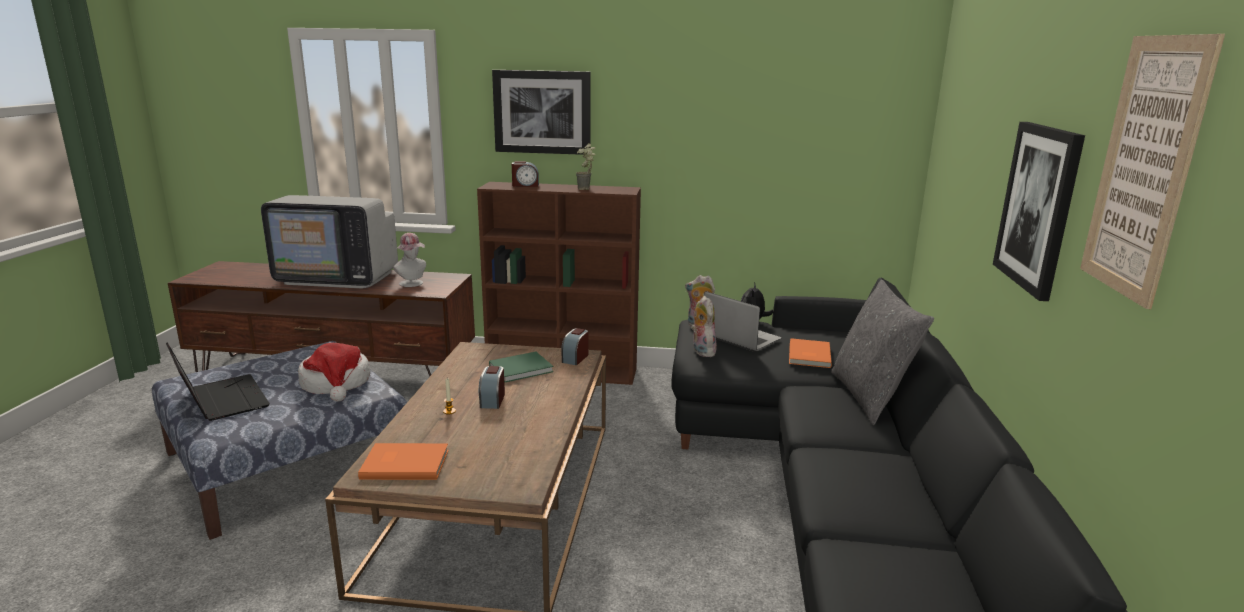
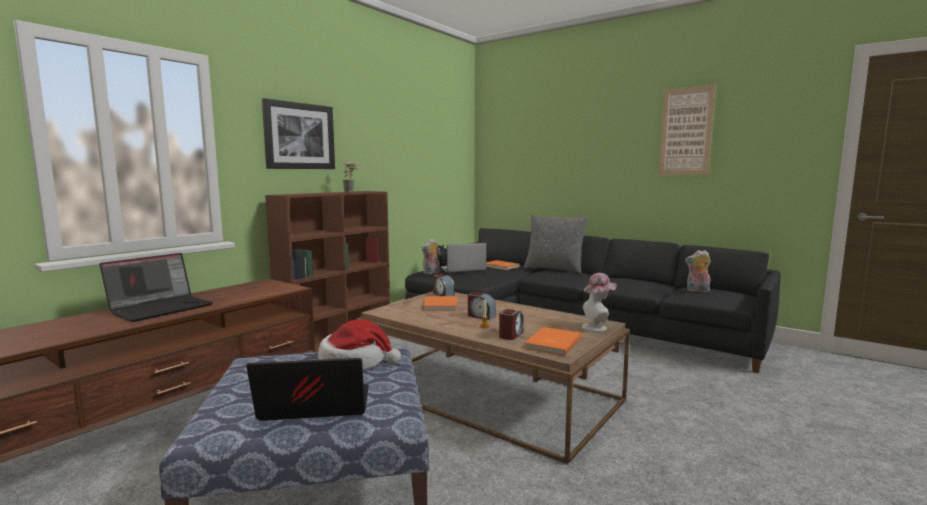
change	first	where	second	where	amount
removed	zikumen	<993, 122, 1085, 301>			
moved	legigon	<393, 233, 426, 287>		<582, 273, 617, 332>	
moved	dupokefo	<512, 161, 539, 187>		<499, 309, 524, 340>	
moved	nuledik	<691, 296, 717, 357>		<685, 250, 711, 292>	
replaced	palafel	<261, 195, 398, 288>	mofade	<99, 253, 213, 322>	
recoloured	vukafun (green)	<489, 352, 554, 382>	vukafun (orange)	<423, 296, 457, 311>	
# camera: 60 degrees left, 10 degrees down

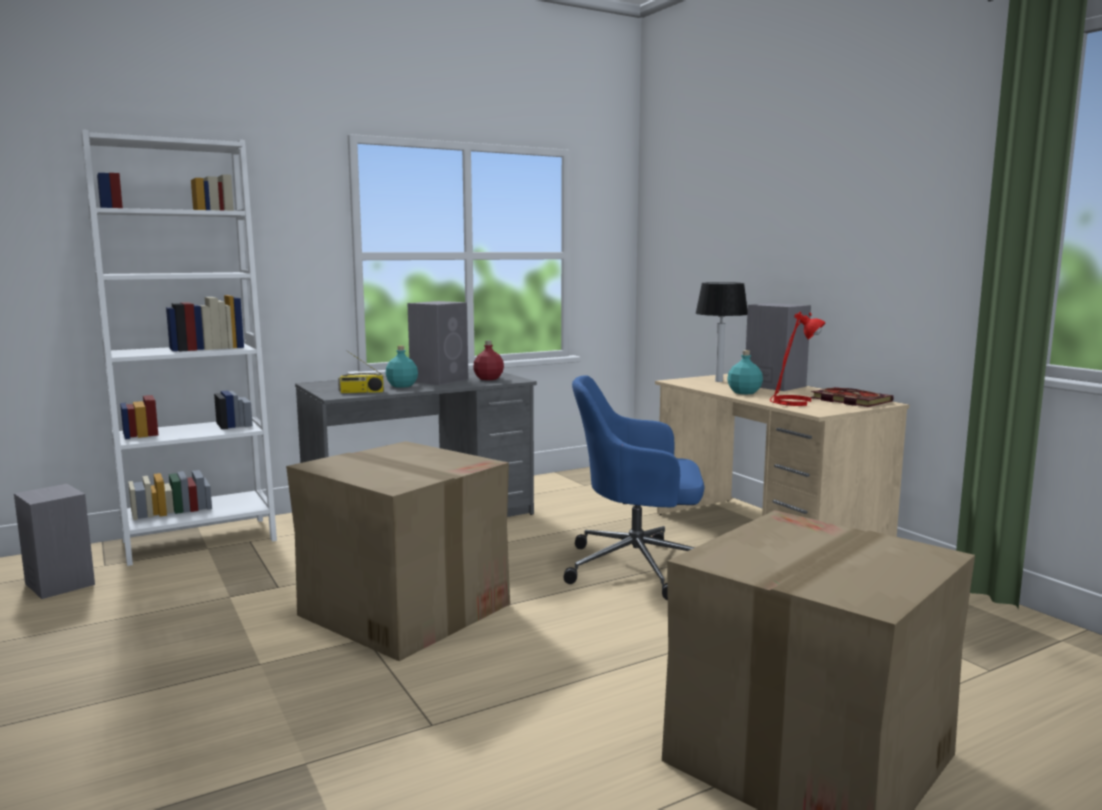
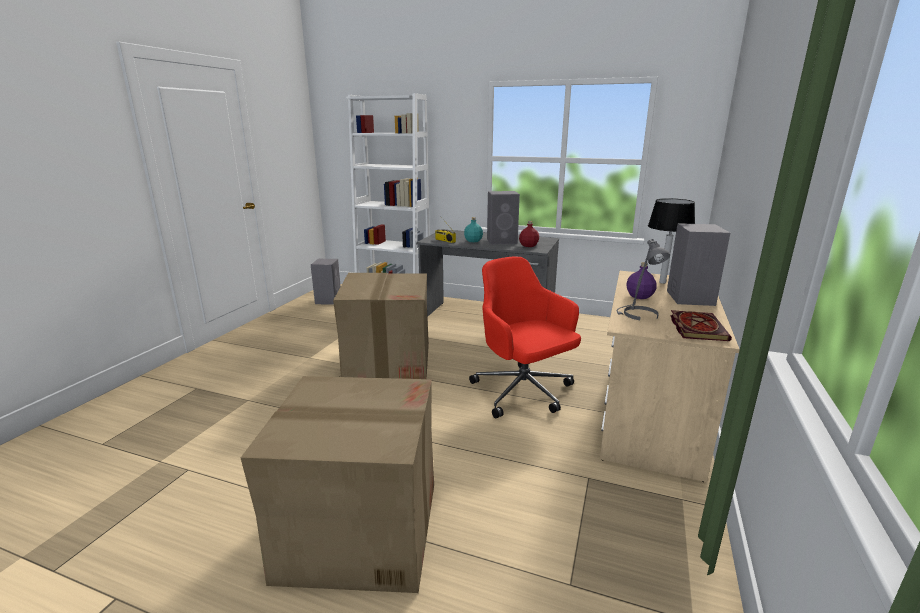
change	first	where	second	where	amount
recoloured	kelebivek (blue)	<563, 375, 705, 600>	kelebivek (red)	<469, 257, 581, 418>	
recoloured	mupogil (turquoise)	<727, 350, 763, 394>	mupogil (purple)	<626, 262, 657, 299>	
recoloured	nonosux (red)	<770, 312, 826, 406>	nonosux (grey)	<616, 239, 670, 320>	
# camera: 50 degrees right, 10 degrees up

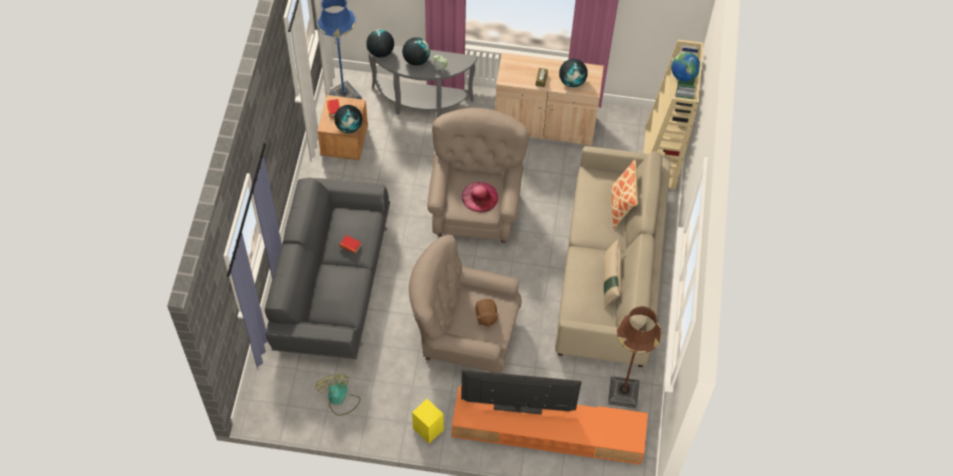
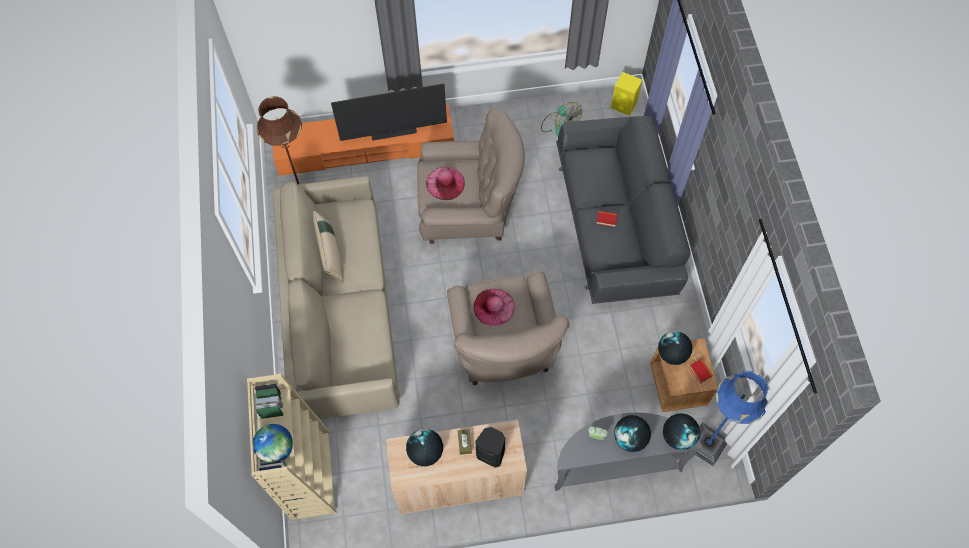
change	first	where	second	where	amount
removed	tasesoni	<611, 159, 638, 228>			
added			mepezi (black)	<476, 427, 505, 468>	
moved	mepezi (yellow)	<412, 399, 444, 443>		<611, 72, 642, 116>	
replaced	nuledik (brown)	<475, 299, 499, 327>	legigon (pink)	<426, 167, 465, 200>	
# camera: 165 degrees right, 5 degrees up

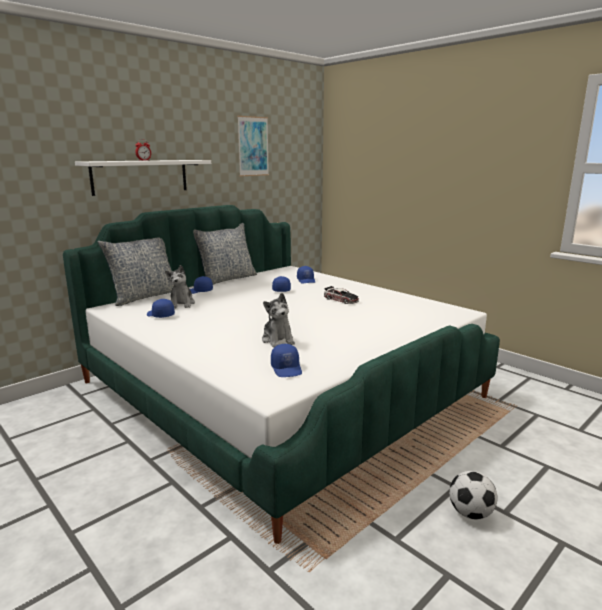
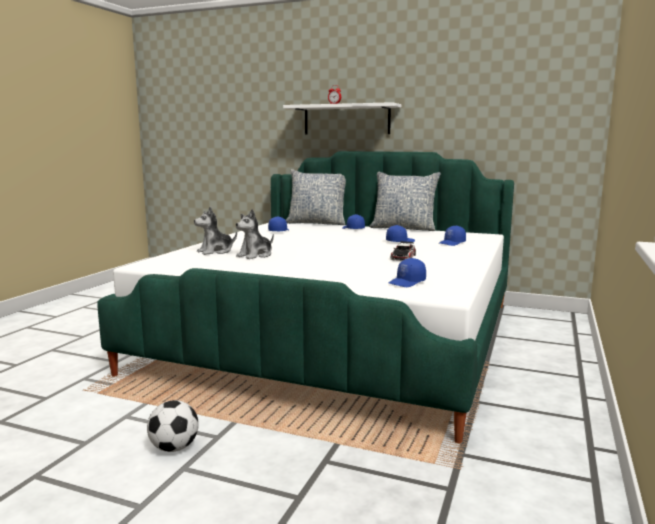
change	first	where	second	where	amount
removed	zikumen	<237, 116, 269, 176>			
moved	nuledik	<165, 265, 195, 308>		<194, 207, 237, 255>	
moved	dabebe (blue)	<271, 344, 302, 377>		<389, 258, 426, 287>	
# camera: 65 degrees right, 5 degrees down

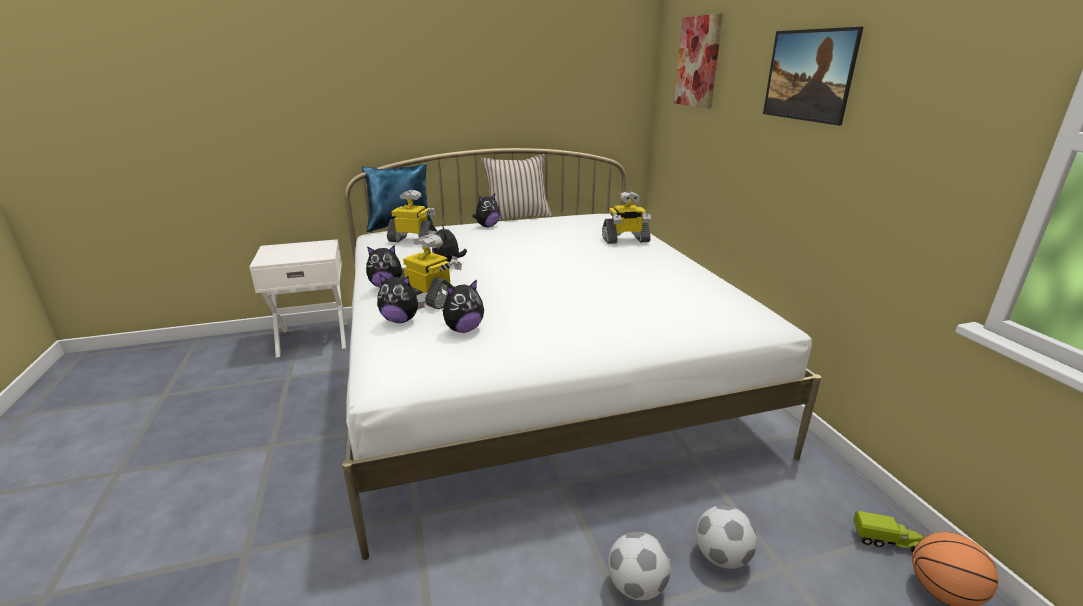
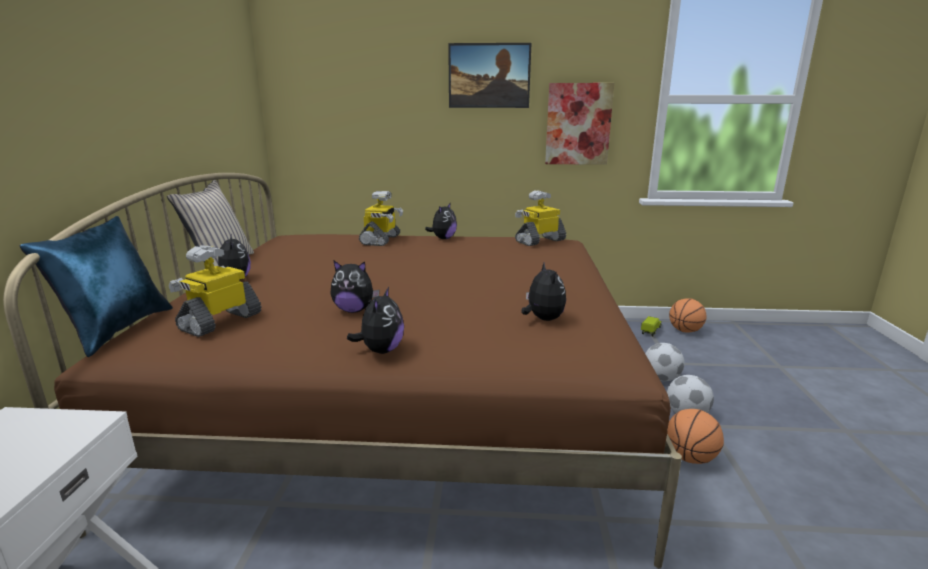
change	first	where	second	where	amount
added			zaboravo	<667, 409, 724, 464>	
moved	nuledik	<377, 274, 425, 323>		<425, 202, 457, 239>	
moved	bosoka	<400, 234, 462, 309>		<515, 190, 566, 246>	
moved	zikumen	<674, 13, 723, 109>		<545, 83, 614, 165>	
recoloured	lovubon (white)	<342, 148, 821, 560>	lovubon (brown)	<3, 173, 682, 568>	
# camera: 70 degrees left, 5 degrees down

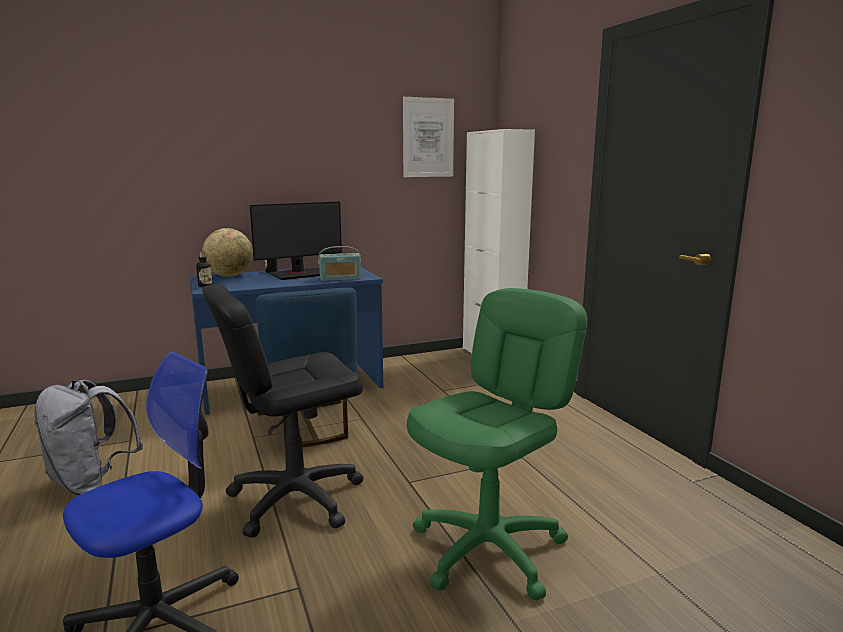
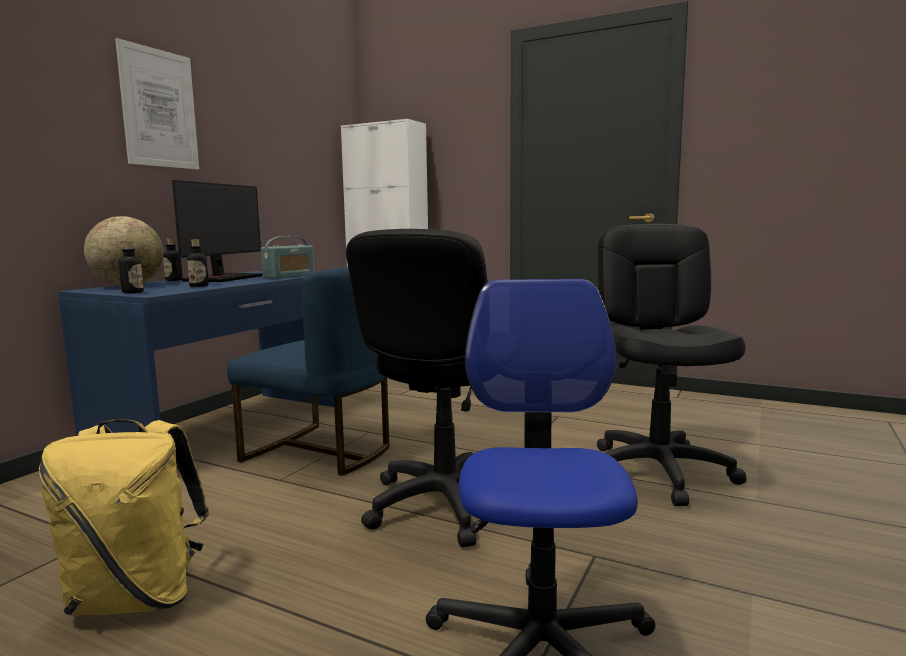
change	first	where	second	where	amount
added			mupogil	<187, 239, 209, 287>	
moved	zikumen	<403, 97, 454, 177>		<115, 38, 199, 170>	
recoloured	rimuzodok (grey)	<35, 380, 143, 495>	rimuzodok (yellow)	<39, 419, 210, 616>	
recoloured	kelebivek (green)	<407, 288, 588, 601>	kelebivek (black)	<597, 224, 747, 506>	
# camera: 40 degrees left, 5 degrees down

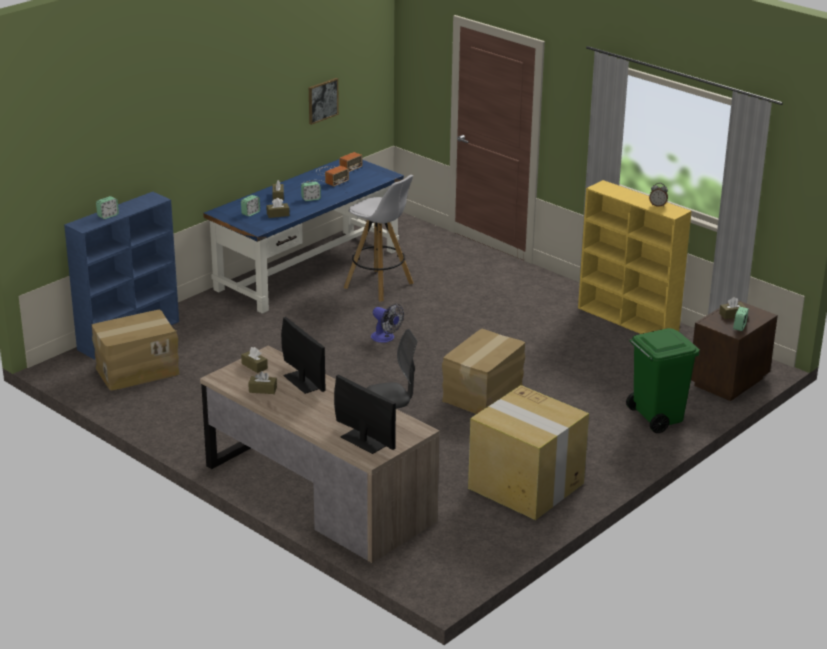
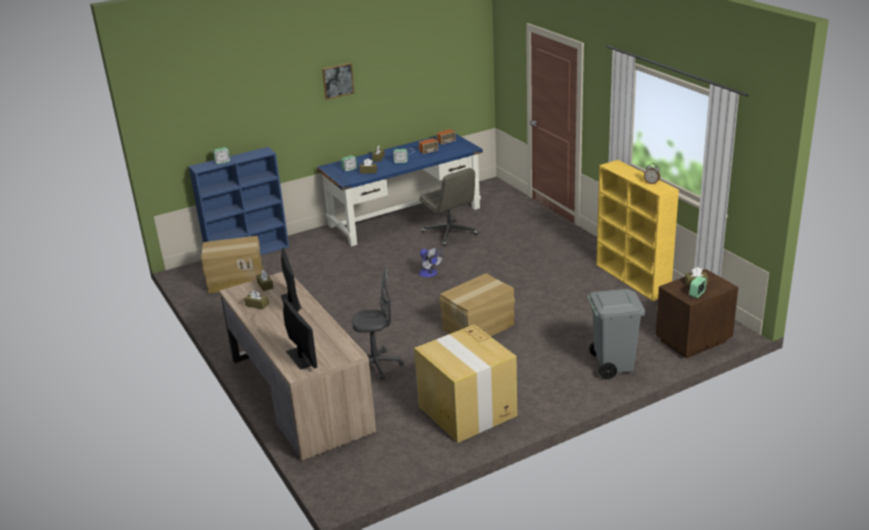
change	first	where	second	where	amount
moved	zikumen	<309, 78, 339, 125>		<322, 63, 355, 100>	
replaced	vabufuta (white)	<344, 175, 413, 302>	kelebivek (grey)	<419, 168, 478, 246>	
recoloured	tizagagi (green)	<626, 328, 700, 433>	tizagagi (grey)	<587, 289, 645, 379>	
# camera: 20 degrees right, 0 degrees up

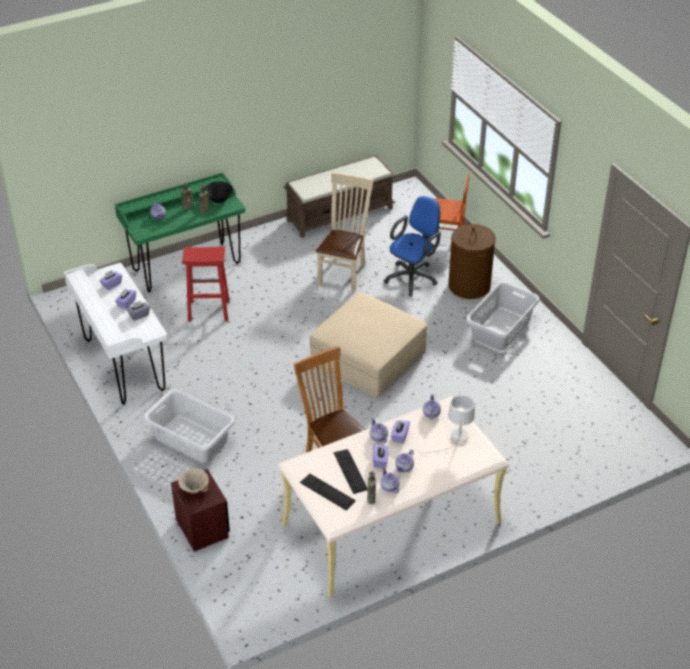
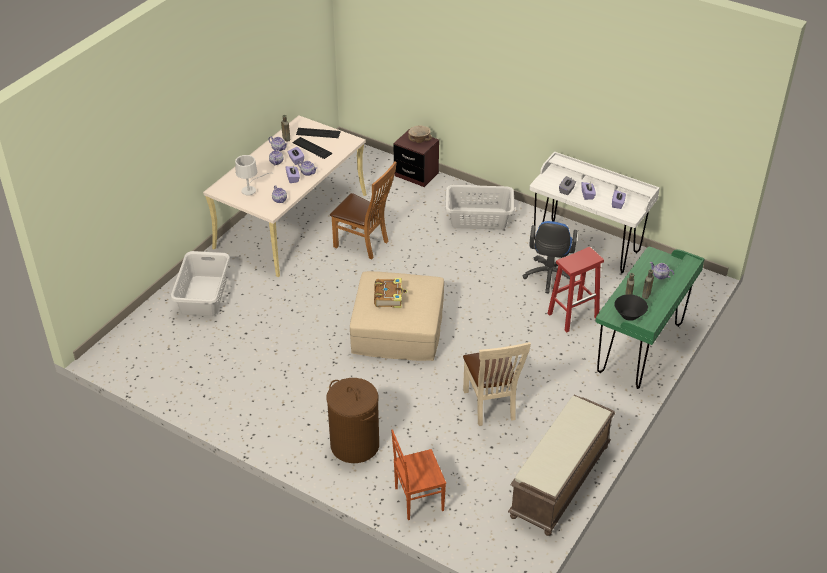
change	first	where	second	where	amount
added			vukafun	<374, 278, 408, 308>	
moved	kelebivek (blue)	<384, 196, 441, 296>		<523, 221, 577, 294>	
moved	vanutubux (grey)	<466, 282, 540, 351>		<171, 251, 230, 316>	
# camera: 150 degrees right, 0 degrees up

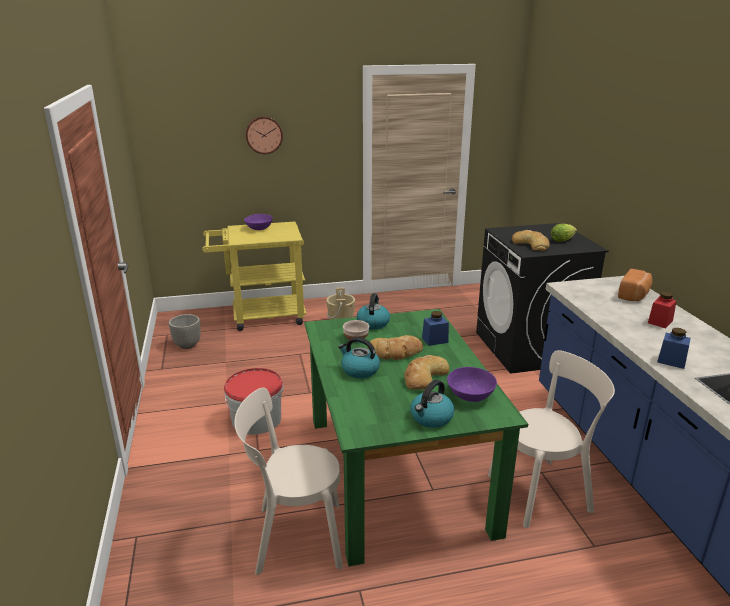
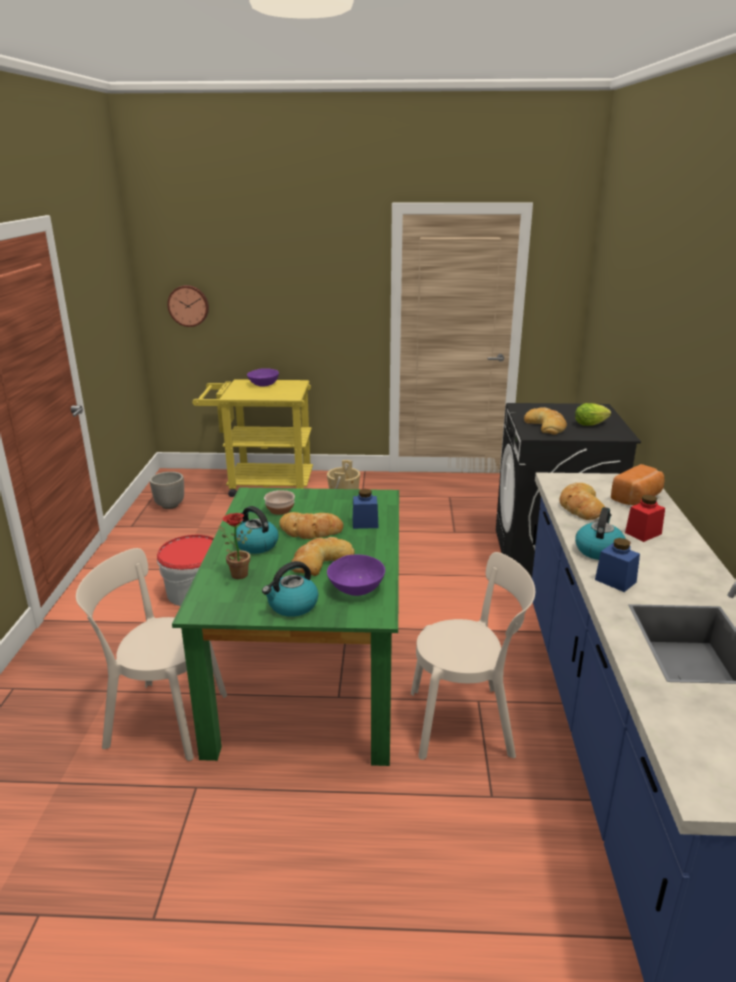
change	first	where	second	where	amount
added			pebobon	<218, 513, 252, 579>	
added			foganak	<559, 483, 605, 520>	
moved	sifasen	<246, 116, 283, 154>		<167, 285, 209, 327>	
moved	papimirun	<357, 293, 390, 330>		<575, 507, 626, 560>	
# camera: 15 degrees right, 0 degrees up

